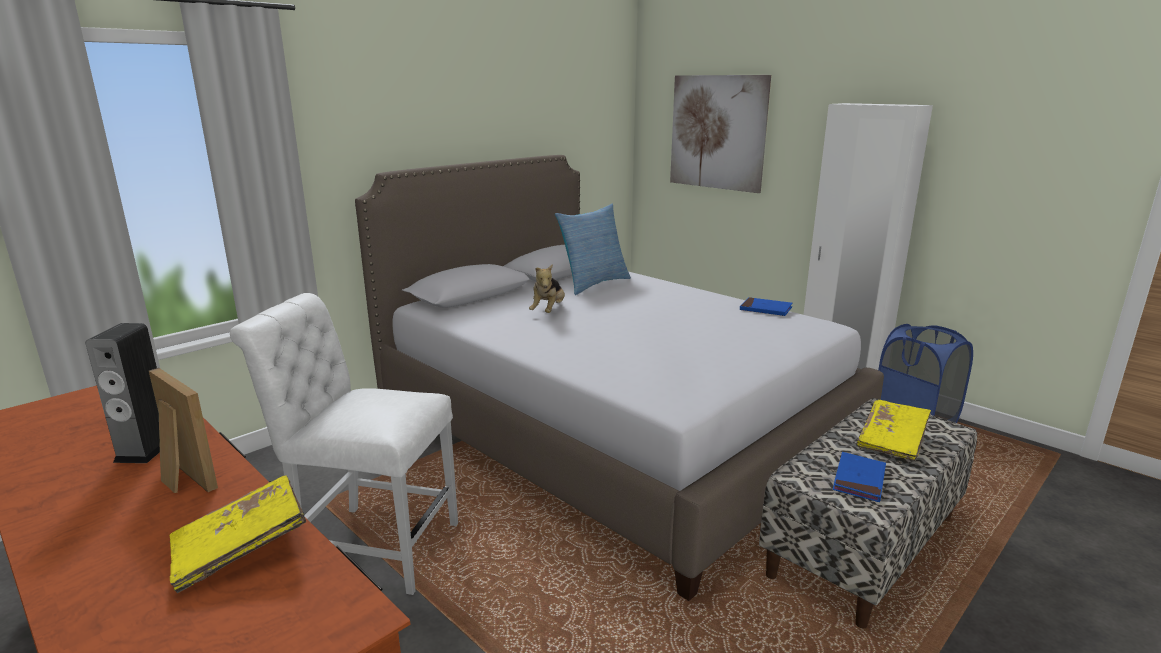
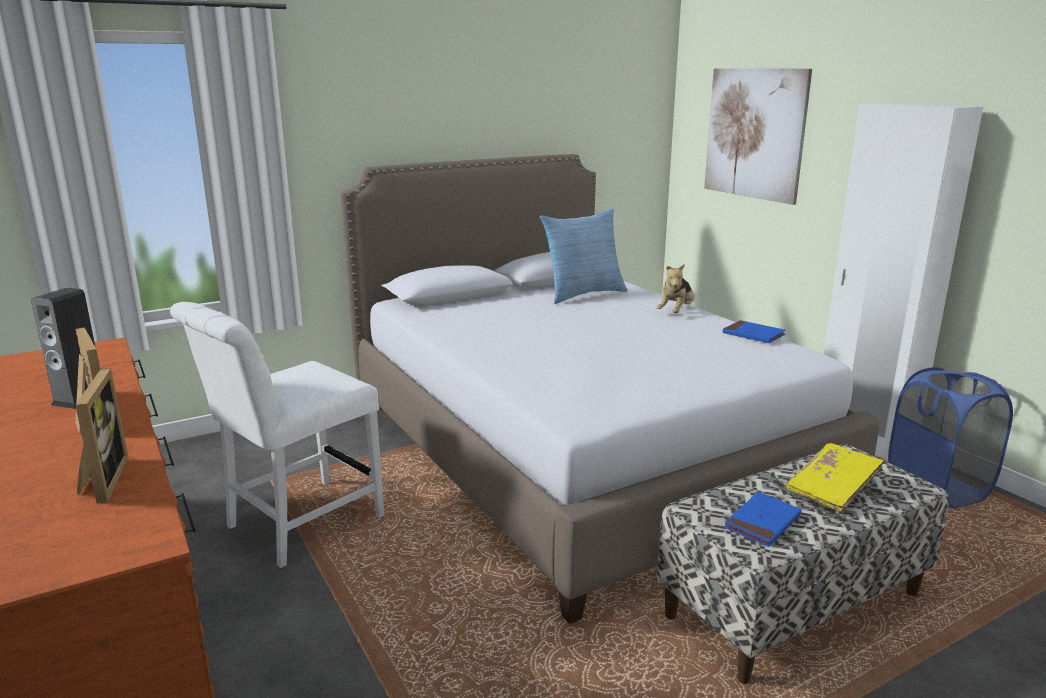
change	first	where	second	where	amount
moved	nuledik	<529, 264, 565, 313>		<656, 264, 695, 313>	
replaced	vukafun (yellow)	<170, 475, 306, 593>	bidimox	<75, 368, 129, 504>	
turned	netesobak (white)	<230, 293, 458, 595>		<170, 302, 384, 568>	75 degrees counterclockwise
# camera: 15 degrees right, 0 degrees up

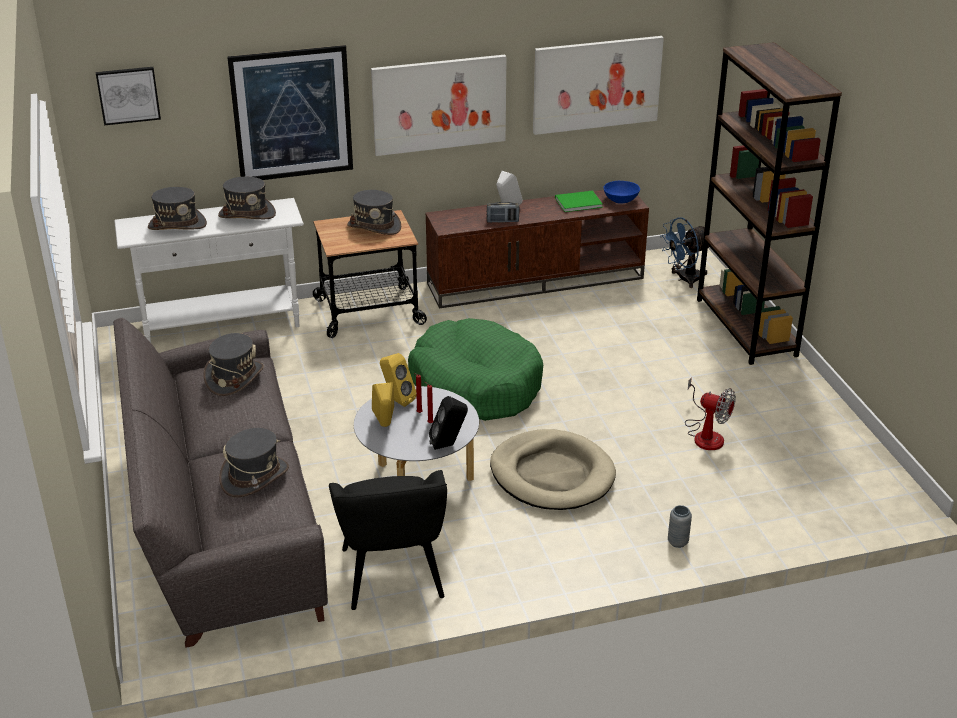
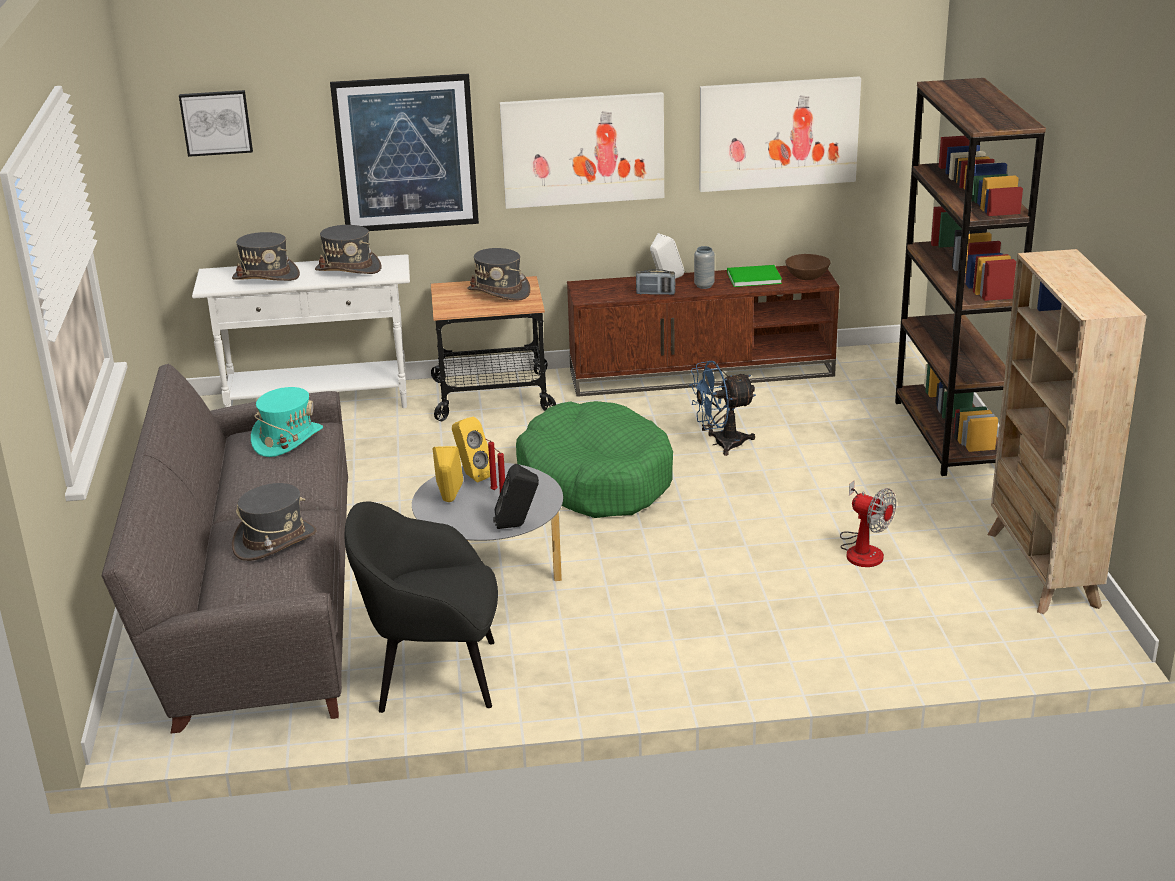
change	first	where	second	where	amount
removed	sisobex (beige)	<490, 429, 616, 510>			
added			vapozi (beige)	<987, 249, 1147, 614>	
moved	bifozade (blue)	<660, 217, 709, 288>		<689, 361, 756, 456>	
moved	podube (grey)	<668, 505, 692, 548>		<694, 246, 715, 289>	
recoloured	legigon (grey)	<204, 333, 264, 396>	legigon (turquoise)	<251, 387, 323, 457>	
recoloured	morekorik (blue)	<603, 181, 640, 204>	morekorik (brown)	<785, 254, 831, 280>	
turned	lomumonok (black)	<329, 470, 447, 610>		<345, 502, 498, 713>	90 degrees clockwise
# camera: 10 degrees right, 5 degrees down

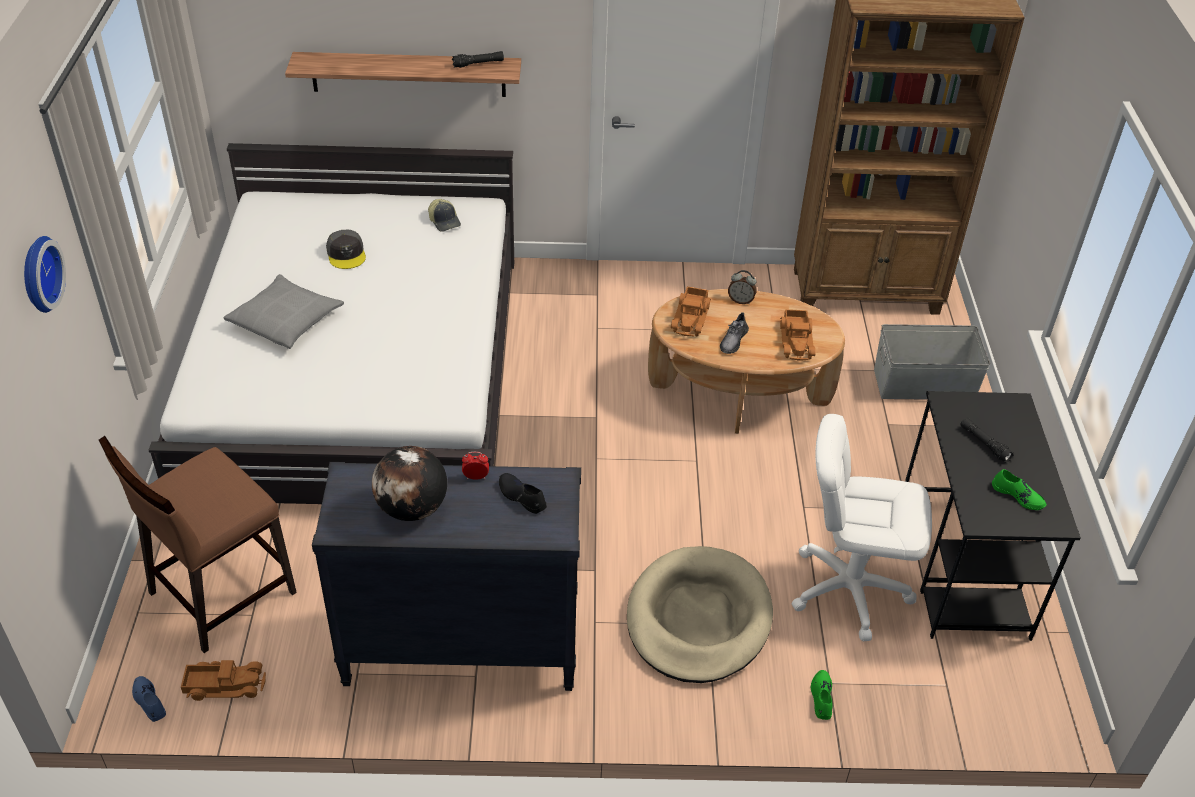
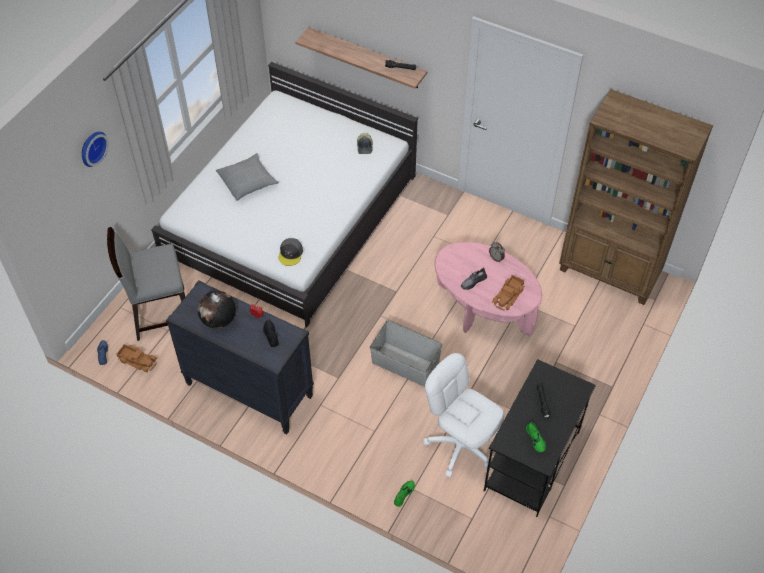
change	first	where	second	where	amount
removed	sisobex (beige)	<627, 546, 773, 683>			
removed	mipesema	<671, 286, 711, 336>			
moved	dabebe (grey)	<326, 230, 366, 269>		<279, 238, 303, 266>	
moved	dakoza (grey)	<874, 324, 990, 400>		<370, 320, 442, 387>	
recoloured	netesobak (brown)	<99, 436, 297, 653>	netesobak (grey)	<107, 227, 185, 341>	
recoloured	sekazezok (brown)	<648, 289, 845, 434>	sekazezok (pink)	<435, 242, 542, 336>	
# camera: 30 degrees right, 10 degrees up

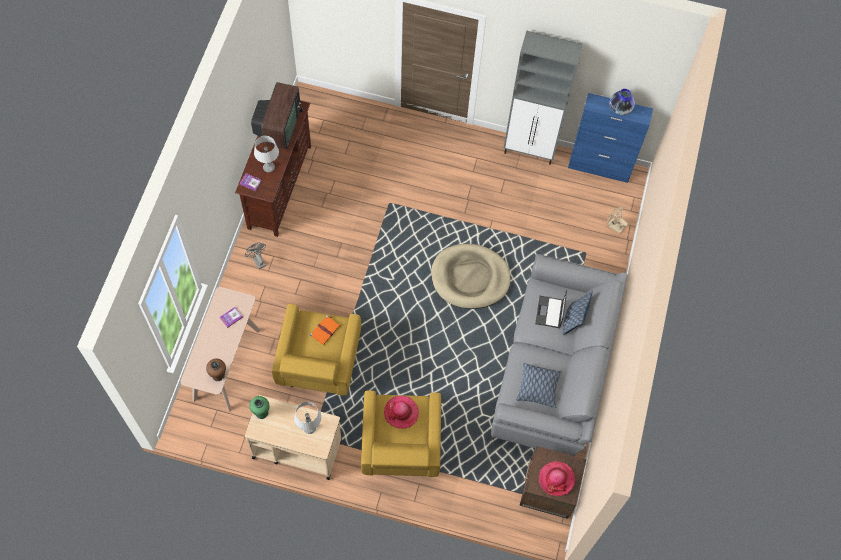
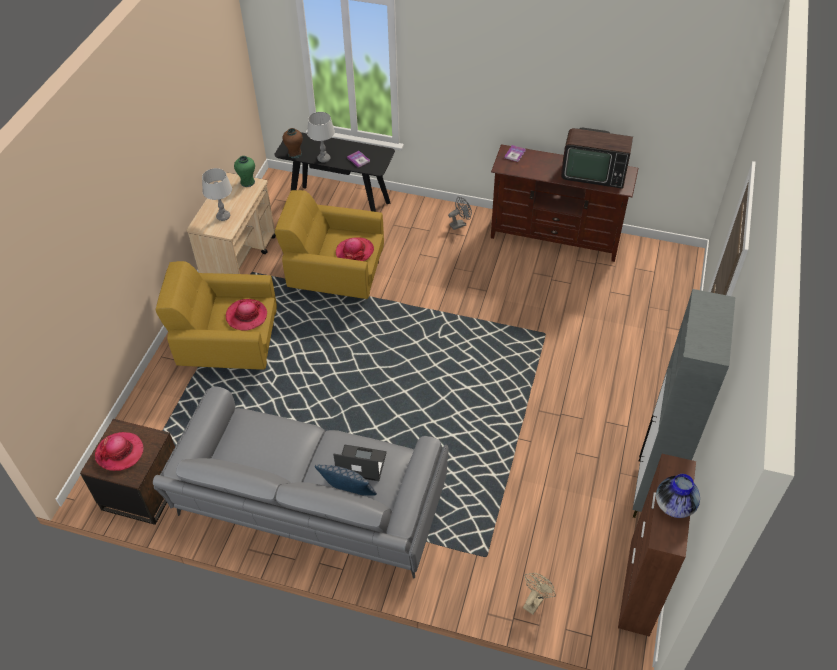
change	first	where	second	where	amount
removed	sisobex (beige)	<431, 244, 511, 309>			
removed	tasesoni	<517, 363, 562, 408>			
moved	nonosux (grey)	<254, 136, 279, 172>		<307, 112, 335, 163>	
replaced	vukafun (orange)	<310, 315, 340, 345>	legigon	<336, 237, 374, 261>	
recoloured	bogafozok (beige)	<180, 287, 260, 412>	bogafozok (black)	<274, 132, 395, 212>	
recoloured	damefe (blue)	<568, 93, 653, 183>	damefe (brown)	<618, 454, 696, 636>	
# camera: 95 degrees right, 15 degrees down

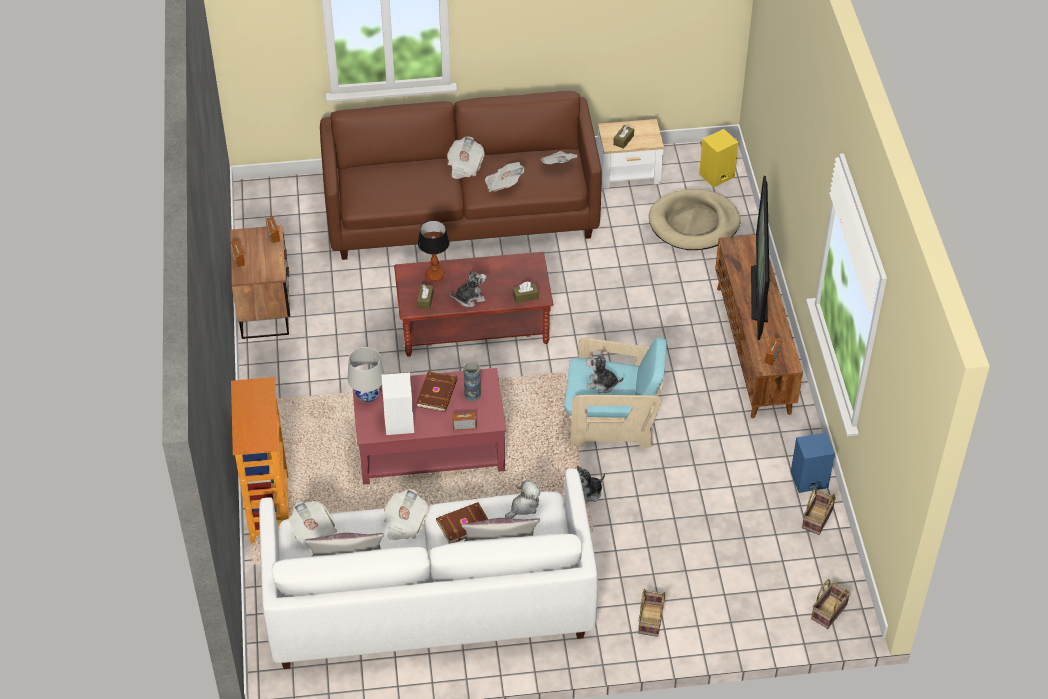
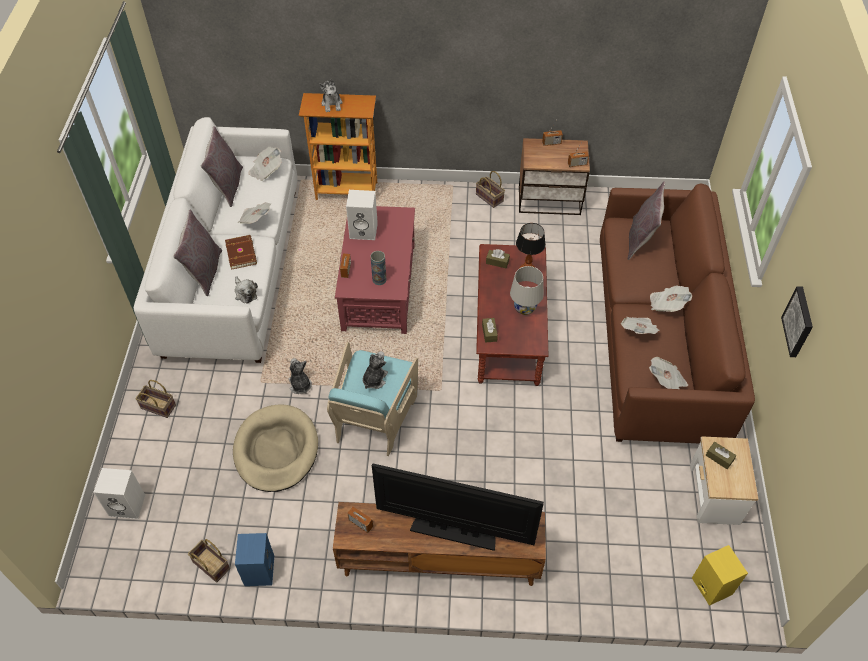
change	first	where	second	where	amount
removed	vukafun (brown)	<416, 371, 457, 412>			
added			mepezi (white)	<93, 468, 145, 519>	
added			tasesoni (grey)	<627, 181, 665, 260>	
added			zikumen	<781, 286, 813, 357>	
moved	nonosux (white)	<348, 347, 385, 402>		<510, 266, 544, 315>	
moved	nuledik	<450, 269, 486, 307>		<319, 79, 343, 112>	
moved	sisobex (beige)	<649, 189, 741, 250>		<233, 404, 318, 492>	
moved	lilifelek	<811, 579, 850, 629>		<476, 171, 505, 208>	
# camera: 100 degrees right, 5 degrees up

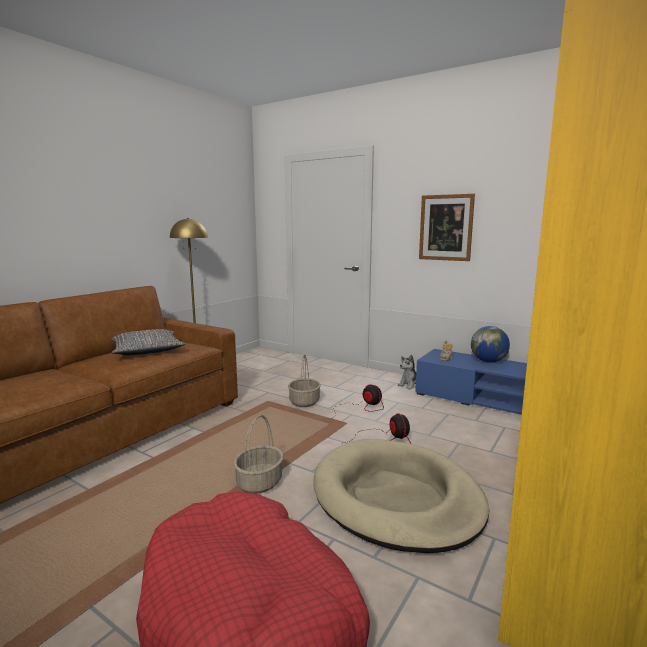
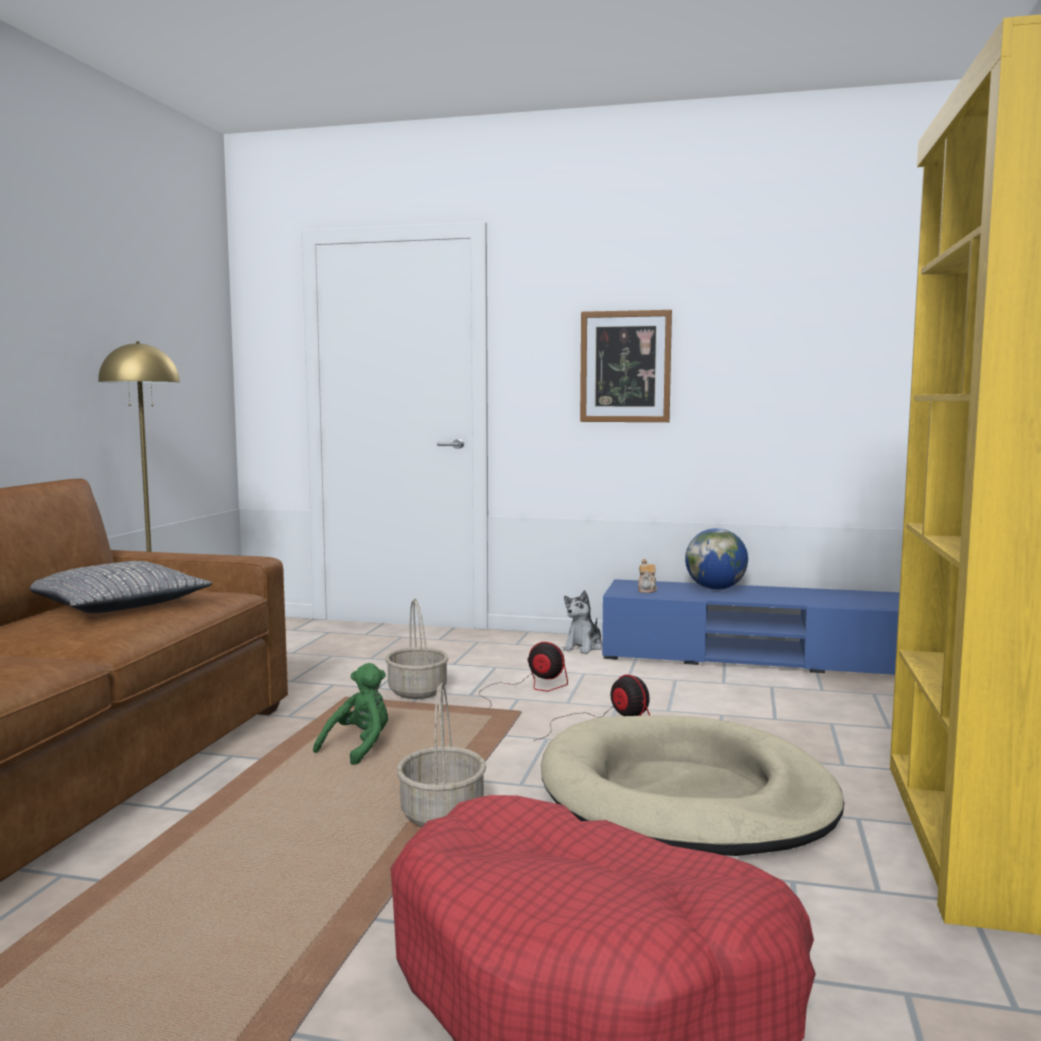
change	first	where	second	where	amount
added			nuledik (green)	<313, 663, 388, 765>	
# camera: 20 degrees left, 5 degrees down

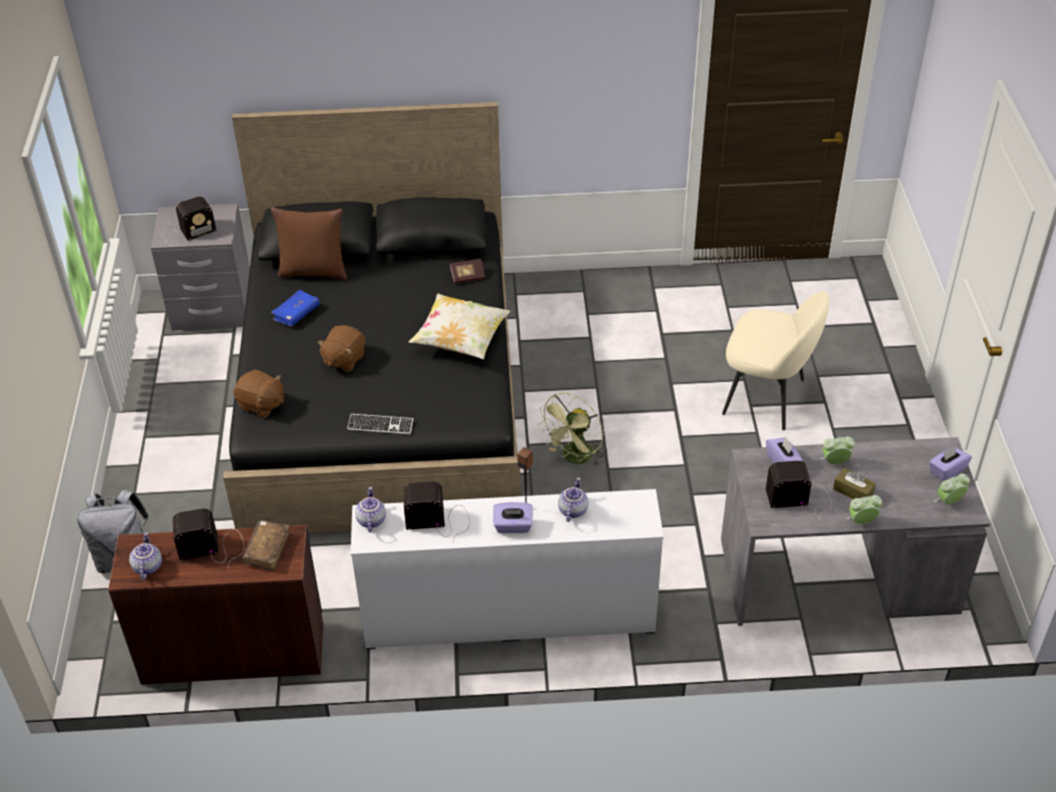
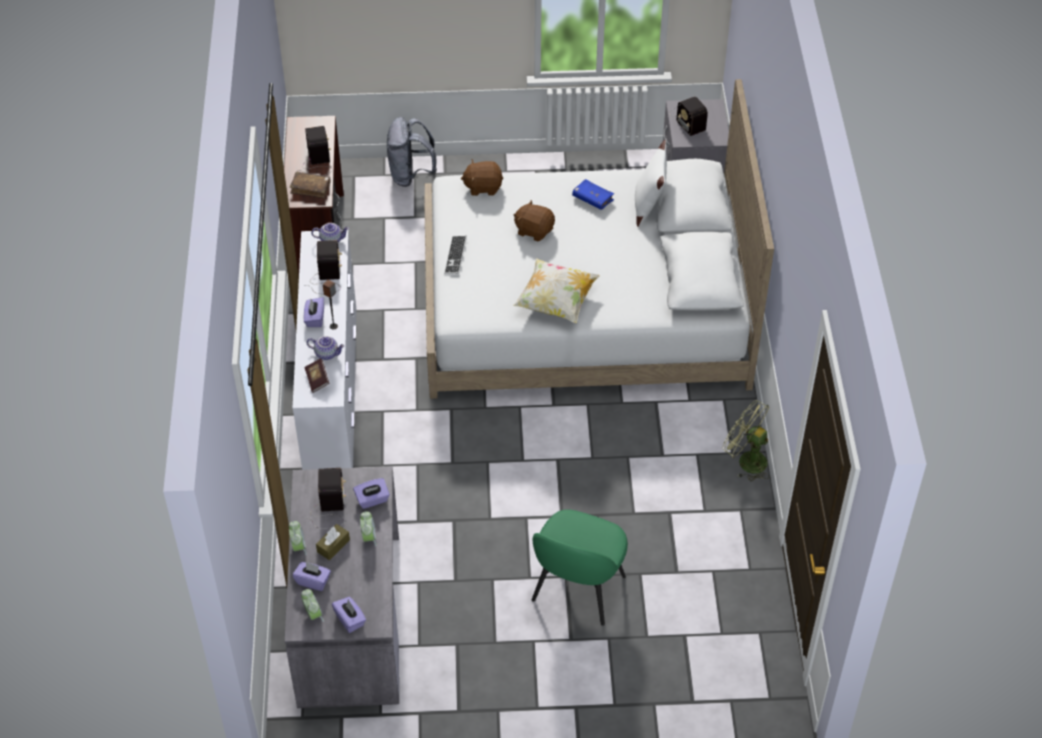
change	first	where	second	where	amount
removed	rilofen	<129, 532, 162, 580>			
added			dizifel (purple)	<293, 562, 331, 591>	
moved	vukafun	<450, 259, 485, 283>		<305, 358, 329, 393>	
moved	bifozade (green)	<538, 393, 604, 467>		<722, 400, 770, 481>	
recoloured	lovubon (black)	<223, 102, 521, 533>	lovubon (white)	<424, 79, 774, 399>	
recoloured	tasesoni (brown)	<271, 207, 347, 280>	tasesoni (white)	<635, 140, 667, 226>	
recoloured	netesobak (beige)	<722, 291, 830, 431>	netesobak (green)	<532, 509, 628, 626>	
turned	nuledik (brown)	<233, 370, 284, 418>		<460, 160, 503, 196>	60 degrees clockwise
# camera: 90 degrees right, 5 degrees up

